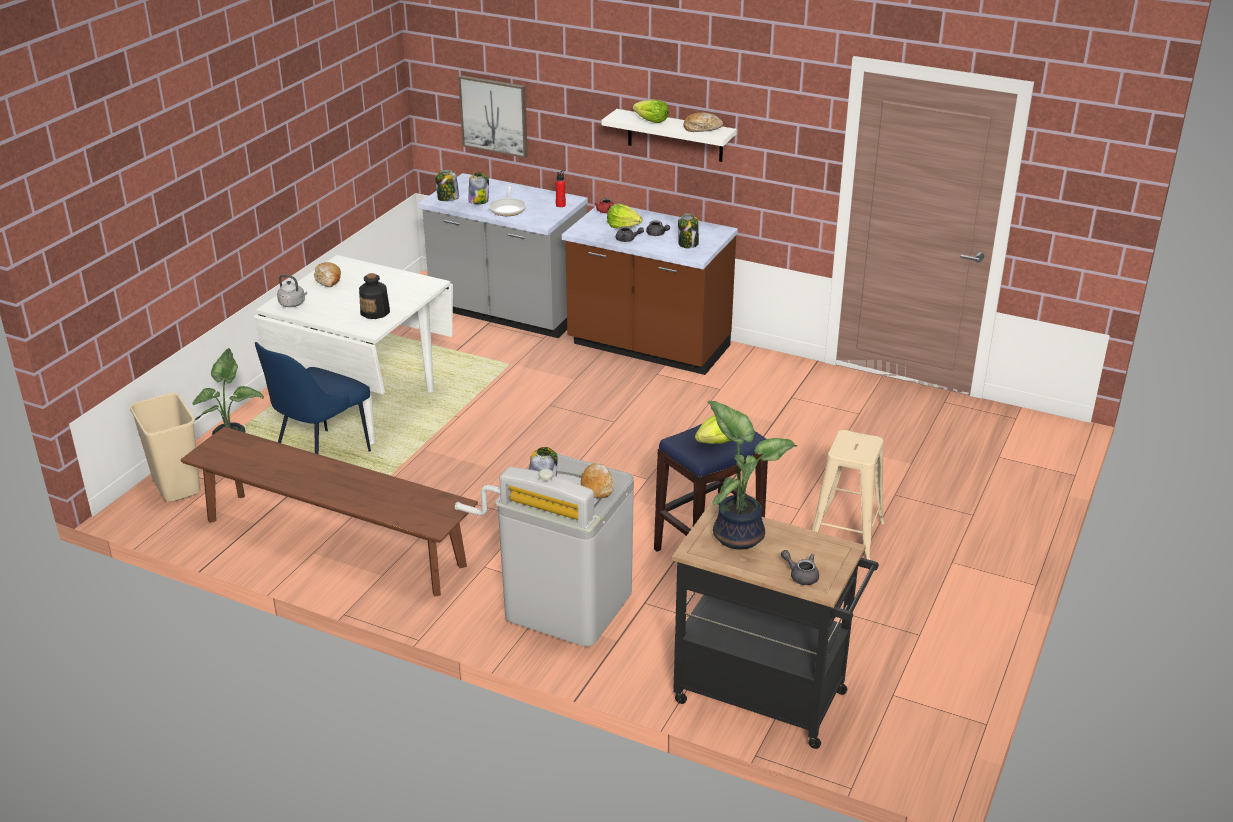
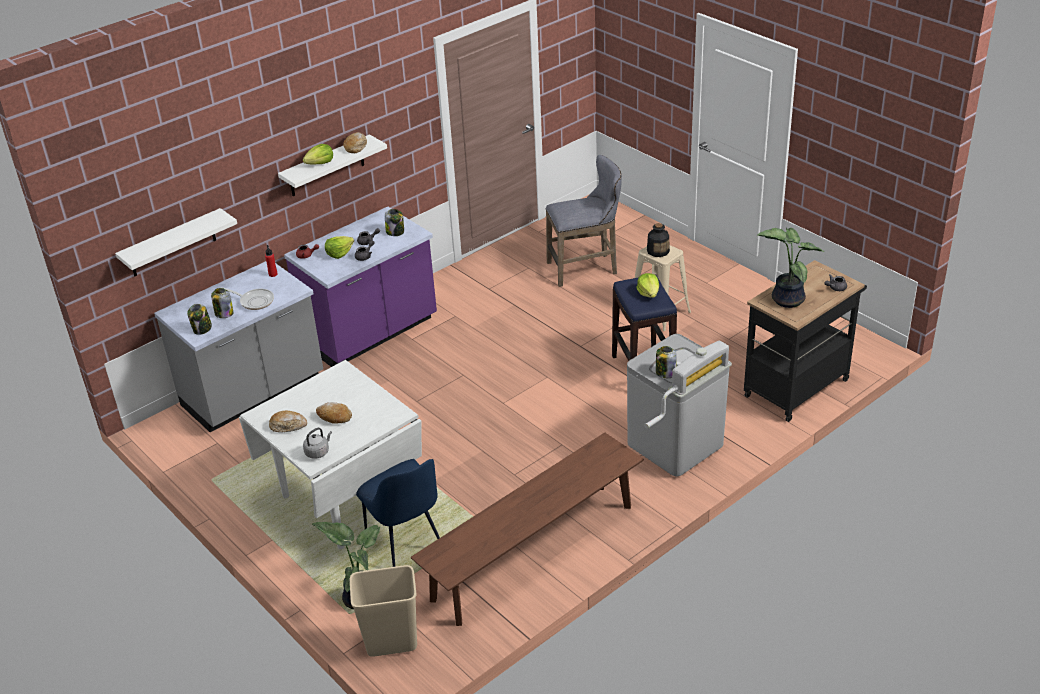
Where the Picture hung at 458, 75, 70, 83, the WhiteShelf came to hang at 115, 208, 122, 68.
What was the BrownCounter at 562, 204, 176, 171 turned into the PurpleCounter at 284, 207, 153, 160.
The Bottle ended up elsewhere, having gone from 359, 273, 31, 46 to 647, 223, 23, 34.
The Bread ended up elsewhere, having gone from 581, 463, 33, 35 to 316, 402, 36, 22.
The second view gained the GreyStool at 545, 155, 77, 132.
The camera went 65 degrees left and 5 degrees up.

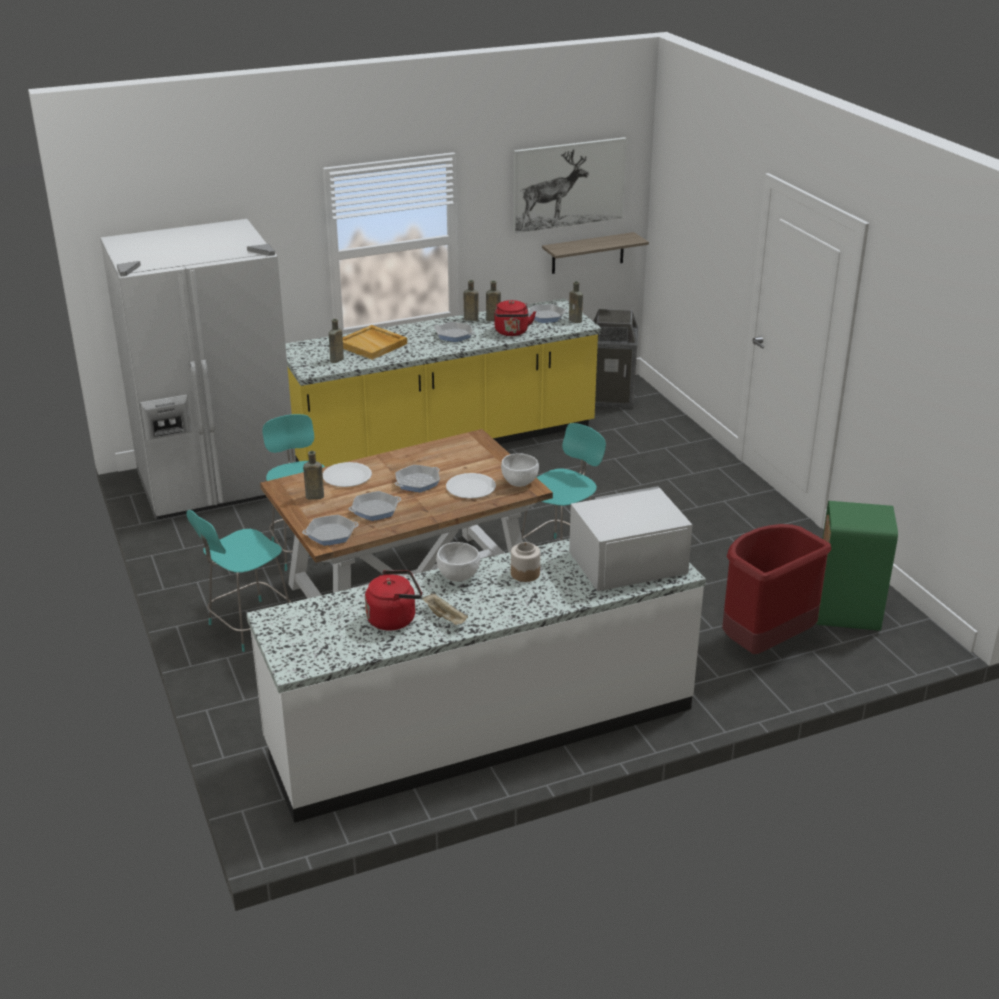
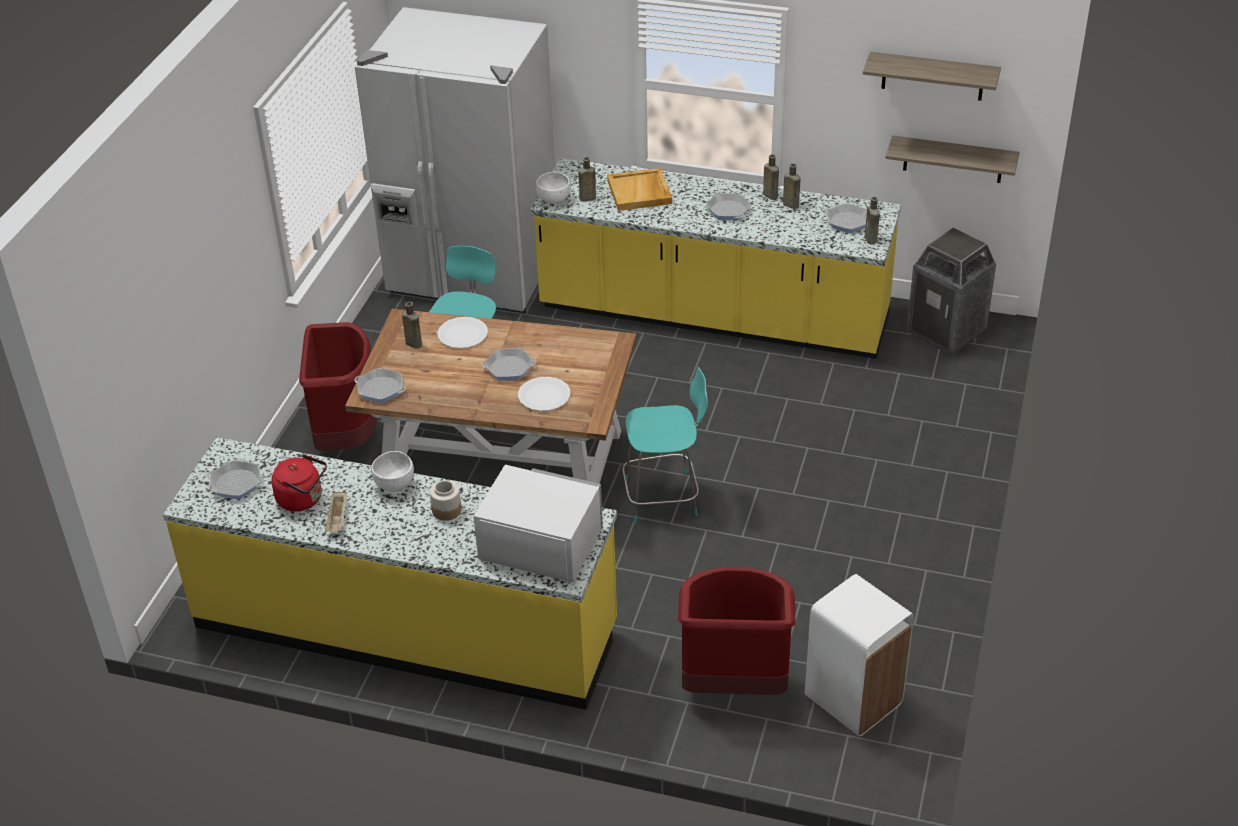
Where the Picture hung at 513, 137, 114, 96, the Shelf came to hang at 863, 52, 138, 49.
The second view lost the RedKettle at 495, 300, 41, 36.
The WhiteBowl ended up elsewhere, having gone from 501, 454, 38, 33 to 536, 172, 35, 32.
The FryingPan ended up elsewhere, having gone from 349, 491, 52, 30 to 207, 460, 57, 39.
What was the GreenTrashCan at 816, 501, 82, 130 turned into the WhiteTrashCan at 805, 574, 109, 163.
Where the TurquoiseChair stood at 186, 510, 105, 142, the RedTrashCan came to stand at 299, 322, 78, 129.
What was the WhiteCounter at 246, 539, 460, 284 turned into the YellowCounter at 163, 437, 454, 273.
The camera went 40 degrees right and 10 degrees up.

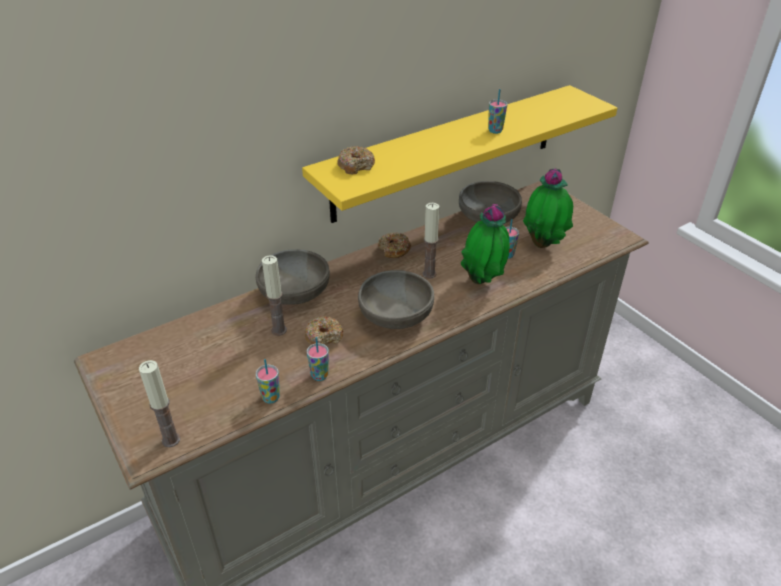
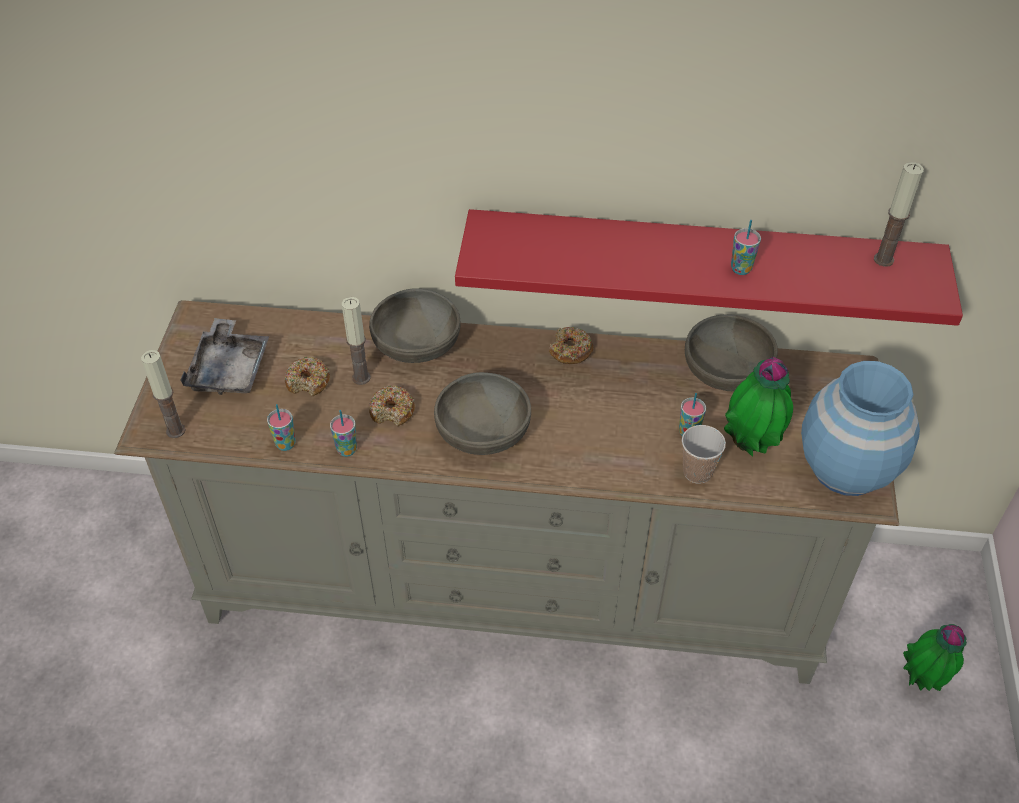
What was the YellowShelf at 302, 85, 316, 138 turned into the RedShelf at 455, 209, 508, 117.
The Donut ended up elsewhere, having gone from 337, 146, 38, 28 to 285, 357, 45, 39.
The Candle ended up elsewhere, having gone from 423, 203, 17, 76 to 874, 162, 50, 105.
The PottedPlant ended up elsewhere, having gone from 461, 204, 49, 80 to 903, 624, 64, 67.
The second view gained the GreyTray at 181, 318, 88, 77.
The second view gained the BlueVase at 801, 361, 119, 135.
The second view gained the Cup at 682, 425, 44, 59.
The camera went 40 degrees right and 10 degrees up.

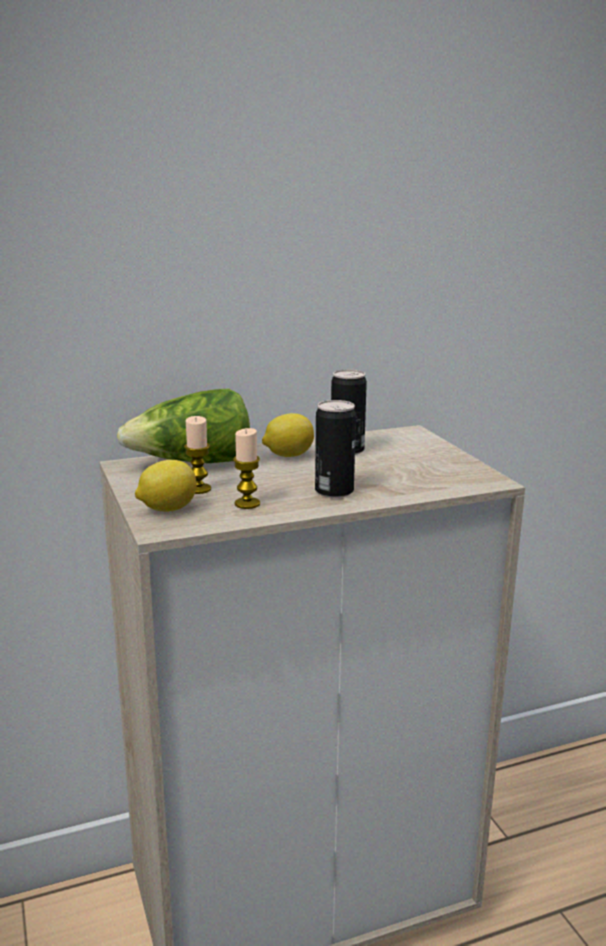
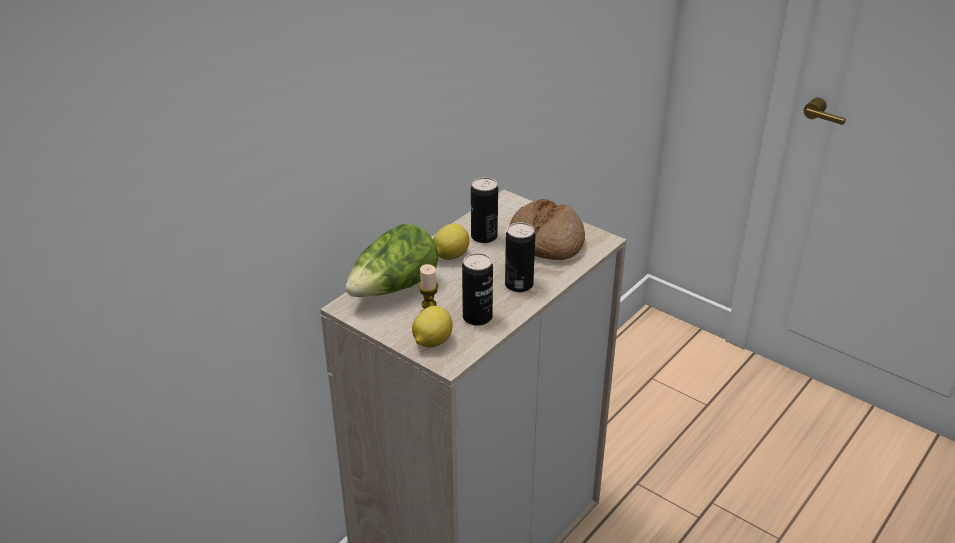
Where the Candle stood at 233, 428, 27, 81, the Can came to stand at 462, 253, 31, 73.
The second view gained the Bread at 509, 199, 76, 61.
The camera went 30 degrees left and 15 degrees up.

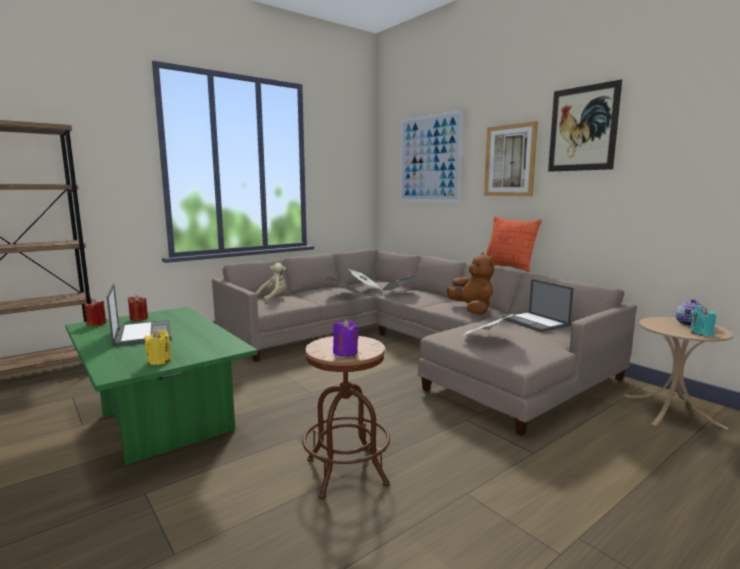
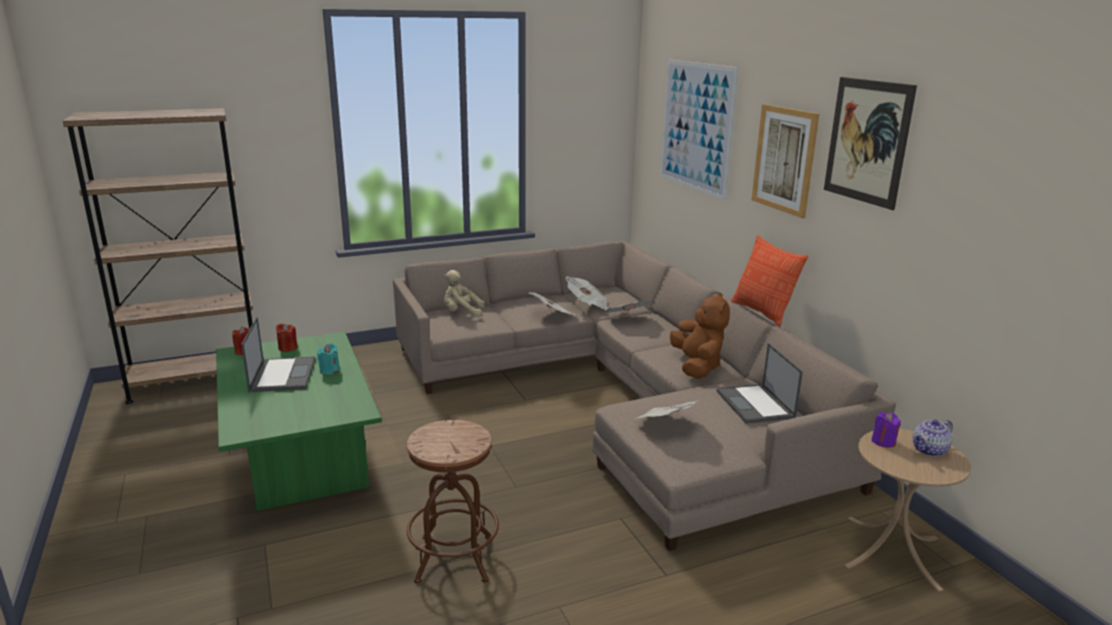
The BeigePlushToy at 255, 263, 32, 40 ended up facing another way, 150 degrees counterclockwise from before.
The TurquoiseCandle ended up elsewhere, having gone from 690, 307, 26, 29 to 317, 343, 23, 32.
The PurpleCandle ended up elsewhere, having gone from 333, 319, 26, 38 to 872, 412, 29, 36.
The second view lost the YellowCandle at 145, 329, 26, 36.
The camera went 15 degrees right and 10 degrees up.

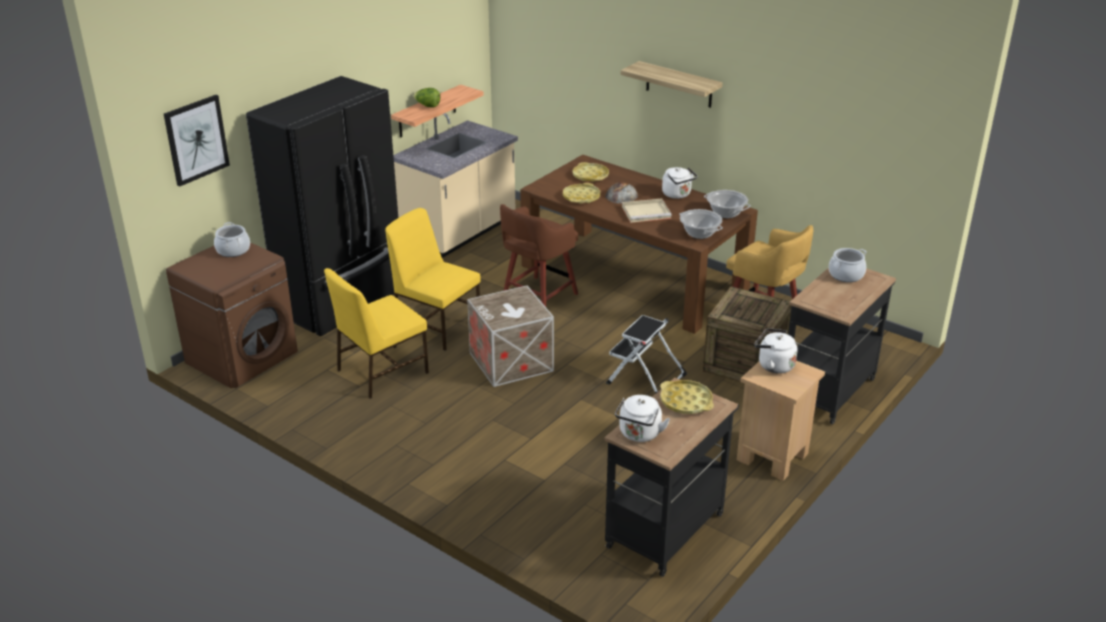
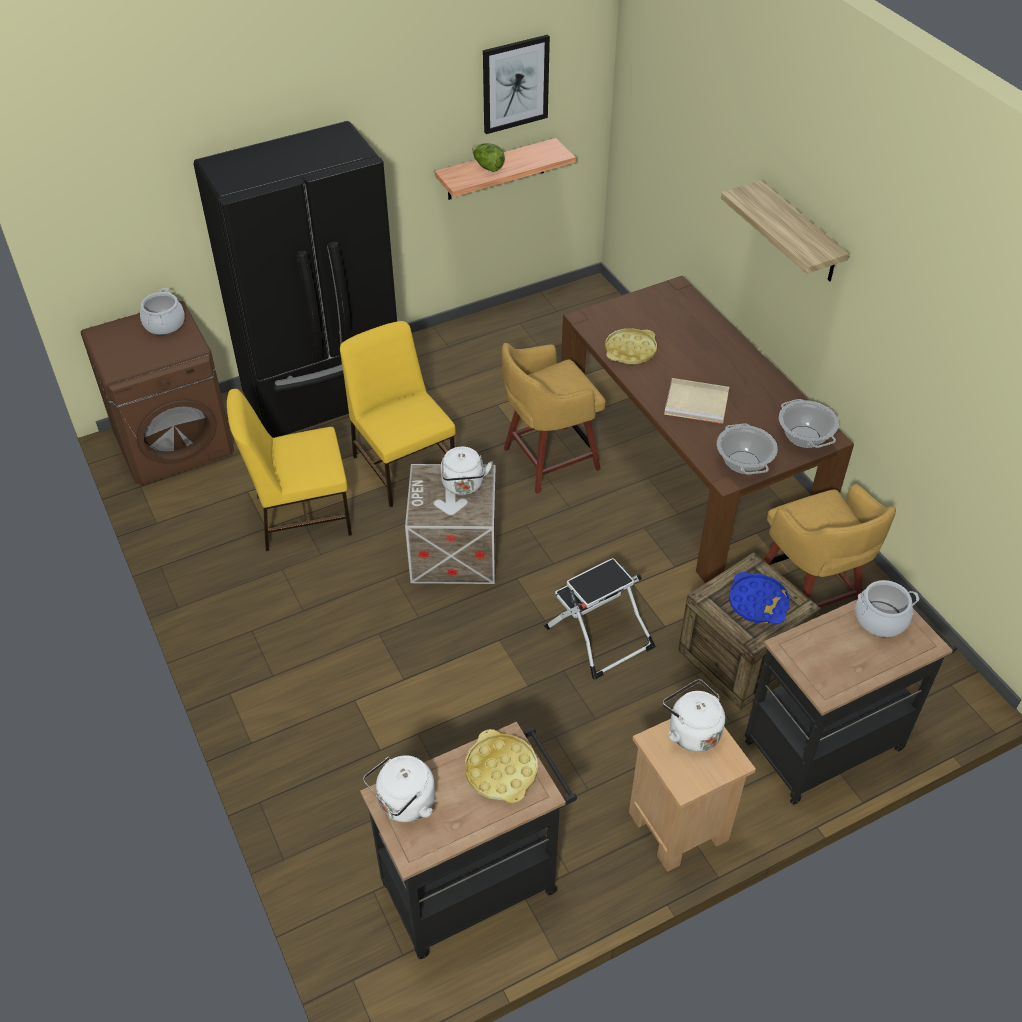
The Picture ended up elsewhere, having gone from 164, 95, 66, 92 to 483, 35, 67, 99.
The second view lost the BeigeCounter at 393, 113, 125, 145.
The second view lost the YellowTray at 573, 162, 36, 20.
The WhiteKettle ended up elsewhere, having gone from 662, 167, 36, 32 to 441, 447, 52, 48.
The second view lost the Bread at 605, 182, 33, 22.
What was the BrownStool at 500, 204, 78, 103 turned into the YellowStool at 502, 343, 104, 151.
The second view gained the BlueTray at 729, 572, 61, 52.
The camera went 25 degrees right and 15 degrees up.

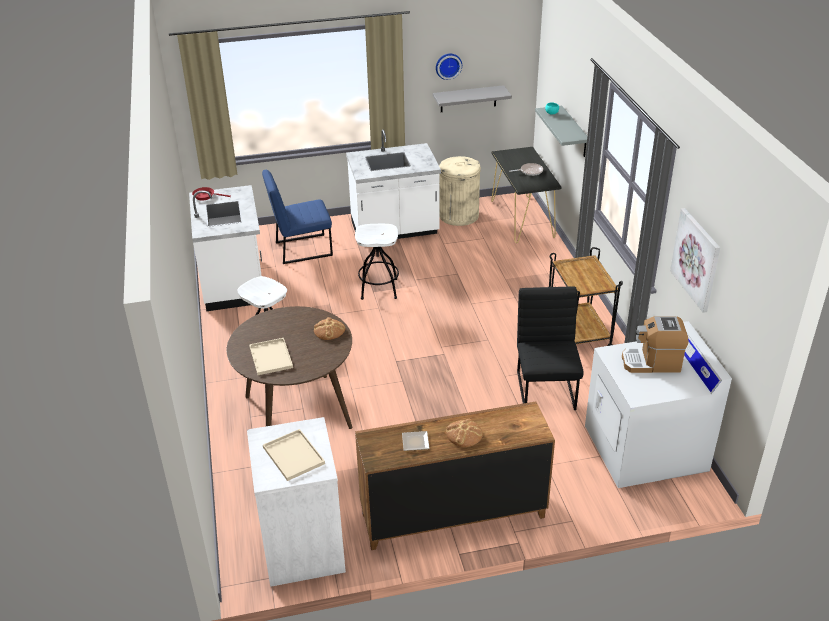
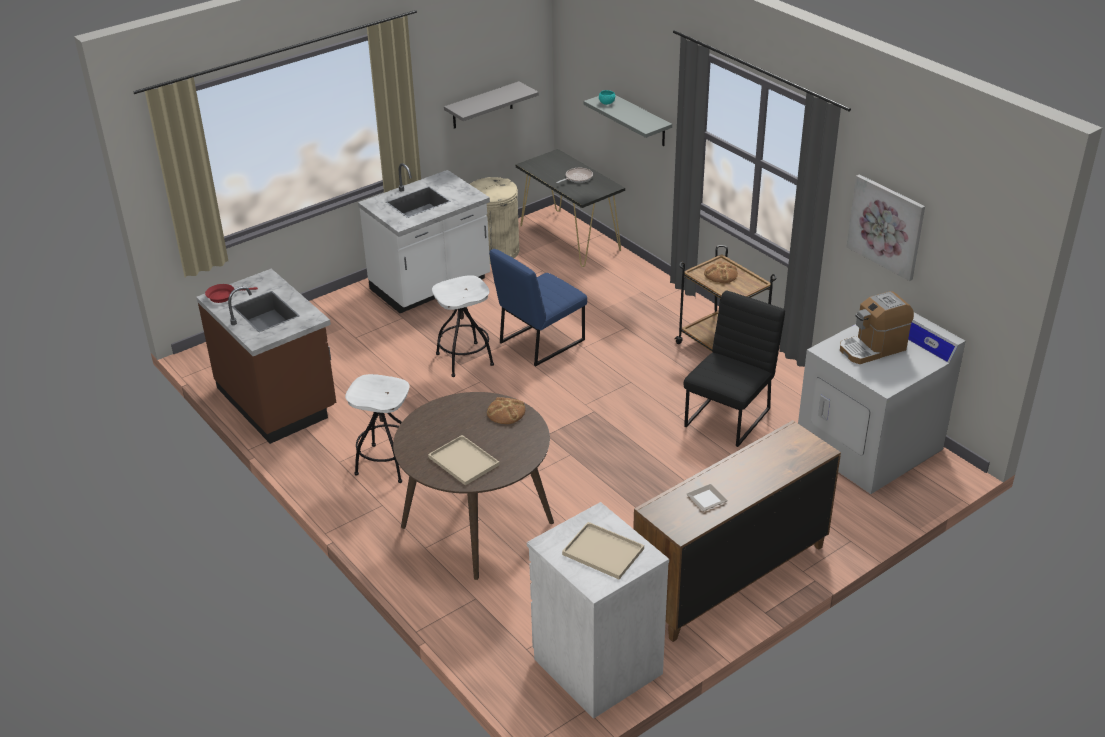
The second view lost the WallClock at 436, 54, 26, 26.
The BlueChair ended up elsewhere, having gone from 262, 169, 71, 95 to 489, 249, 98, 117.
What was the WhiteCounter at 189, 185, 73, 126 turned into the BrownCounter at 196, 269, 140, 175.
The BlackChair at 517, 286, 67, 124 ended up facing another way, 60 degrees clockwise from before.
The Bread ended up elsewhere, having gone from 446, 419, 37, 28 to 704, 261, 34, 22.
The camera went 25 degrees left and 0 degrees up.

